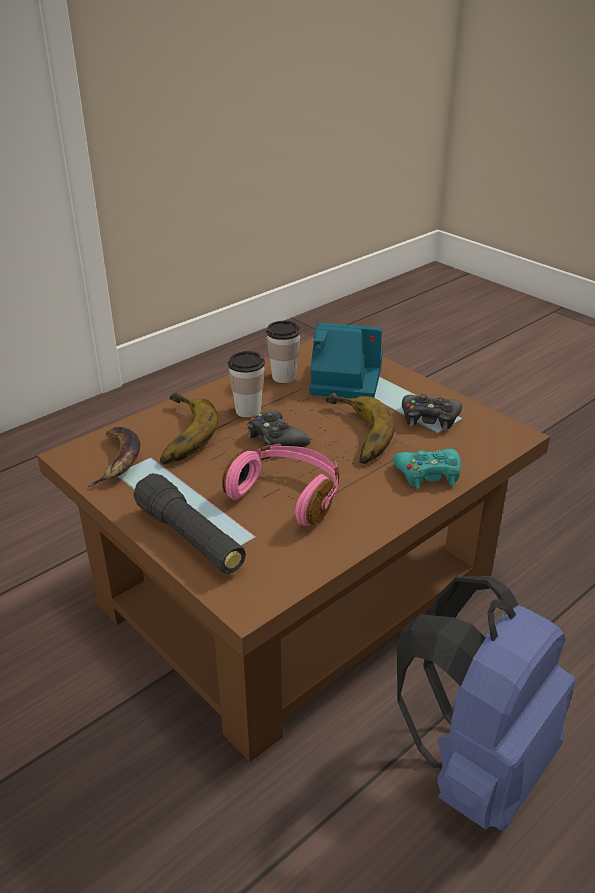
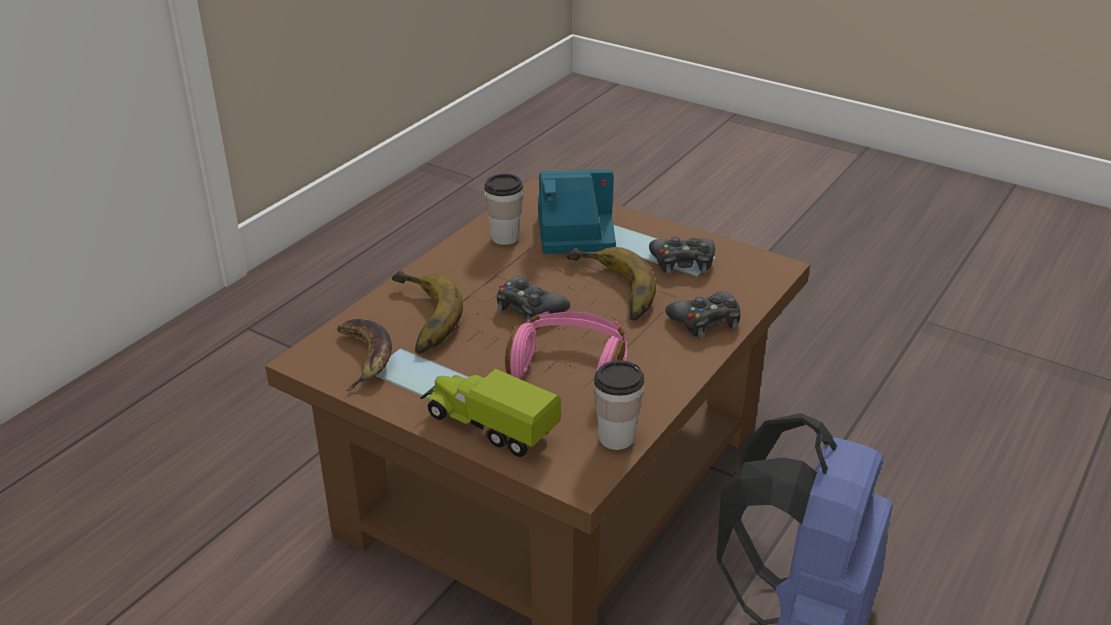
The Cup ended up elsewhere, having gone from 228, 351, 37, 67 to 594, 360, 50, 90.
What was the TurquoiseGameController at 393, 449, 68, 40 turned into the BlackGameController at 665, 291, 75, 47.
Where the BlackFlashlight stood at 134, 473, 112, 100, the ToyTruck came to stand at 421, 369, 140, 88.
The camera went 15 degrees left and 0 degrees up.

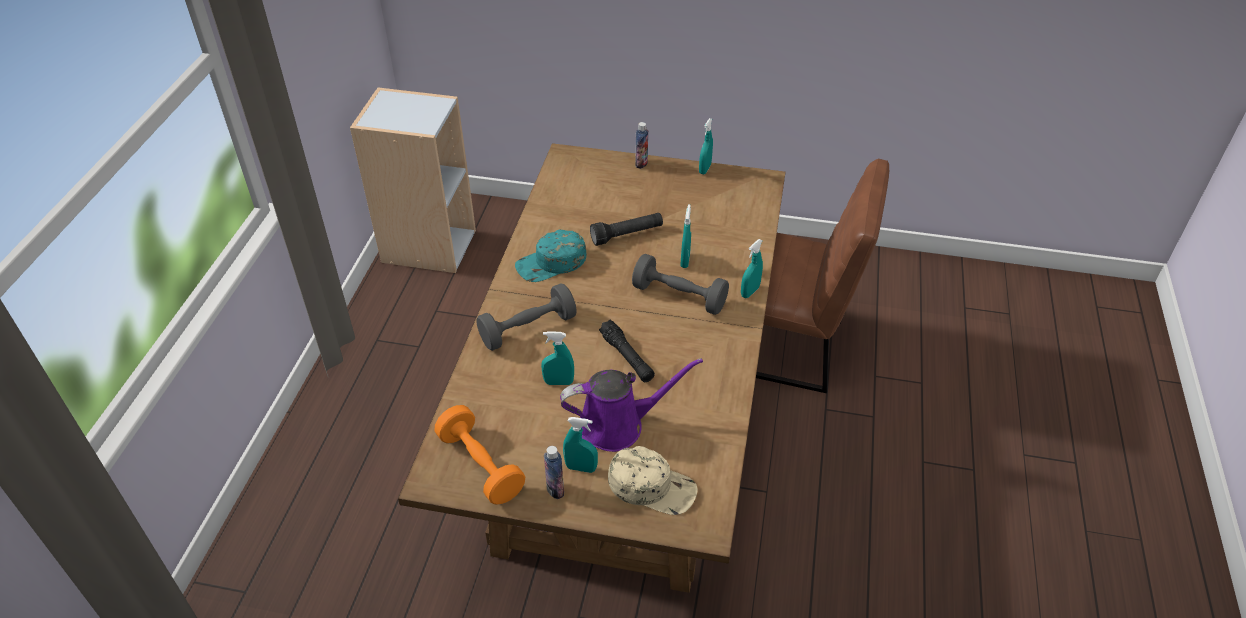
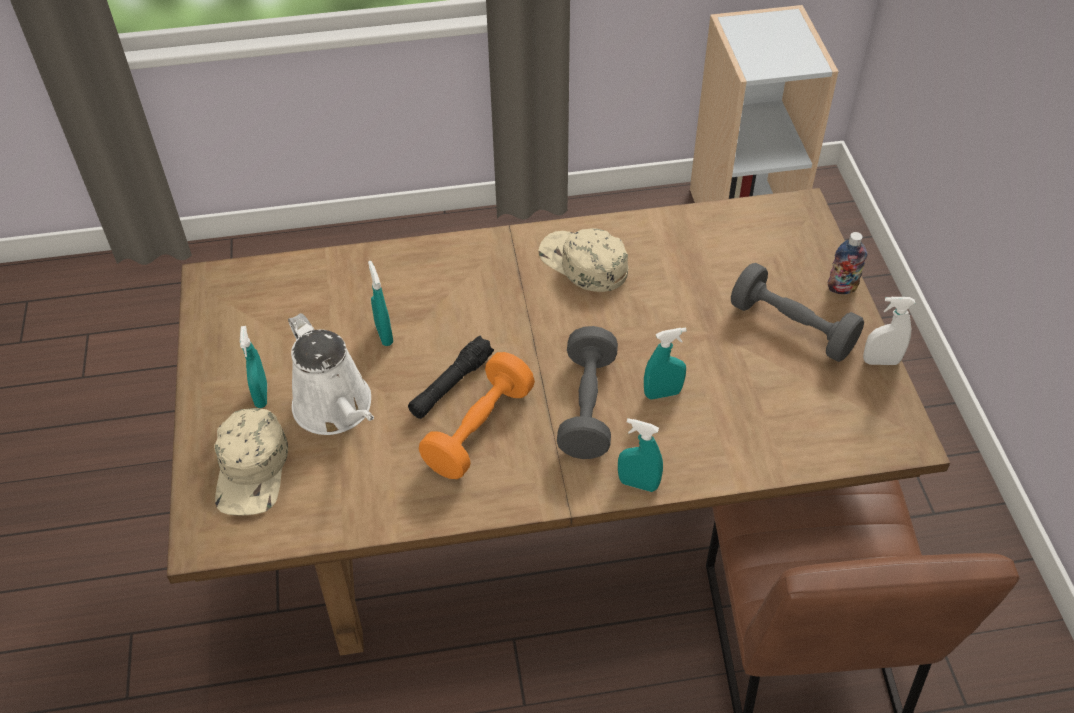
What was the TurquoiseSprayBottle at 699, 118, 14, 56 turned into the WhiteSprayBottle at 863, 297, 52, 68.
The second view lost the BlackFlashlight at 590, 213, 73, 33.
What was the TurquoiseCap at 515, 230, 71, 52 turned into the BeigeCap at 538, 228, 90, 64.
The GreyDumbbell ended up elsewhere, having gone from 476, 283, 101, 68 to 731, 263, 133, 99.
What was the PurpleWateringCan at 560, 358, 143, 94 turned into the WhiteWateringCan at 288, 313, 86, 122.
The OrangeDumbbell ended up elsewhere, having gone from 435, 405, 90, 100 to 419, 352, 116, 127.
The second view lost the Bottle at 544, 446, 20, 53.
The camera went 70 degrees right and 5 degrees up.

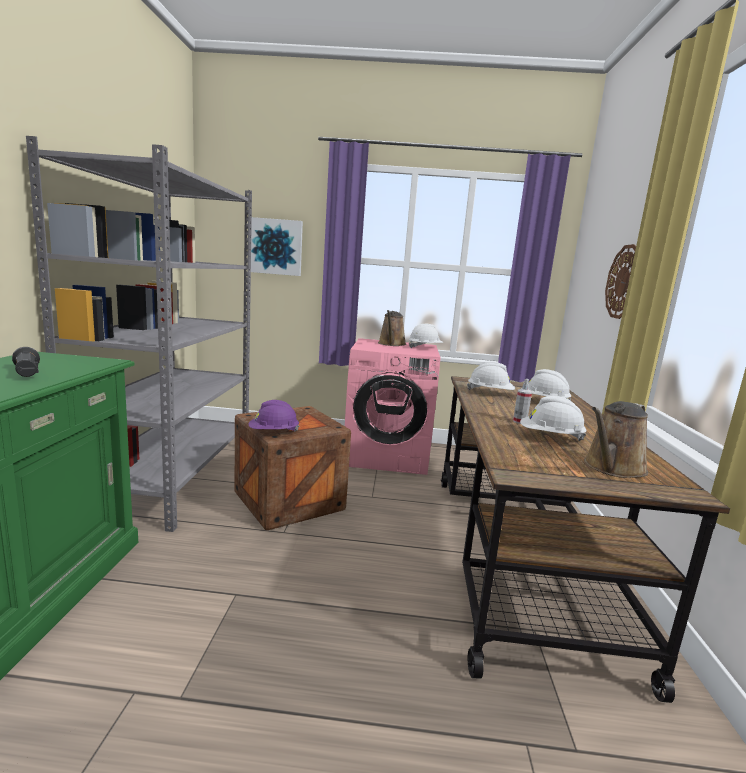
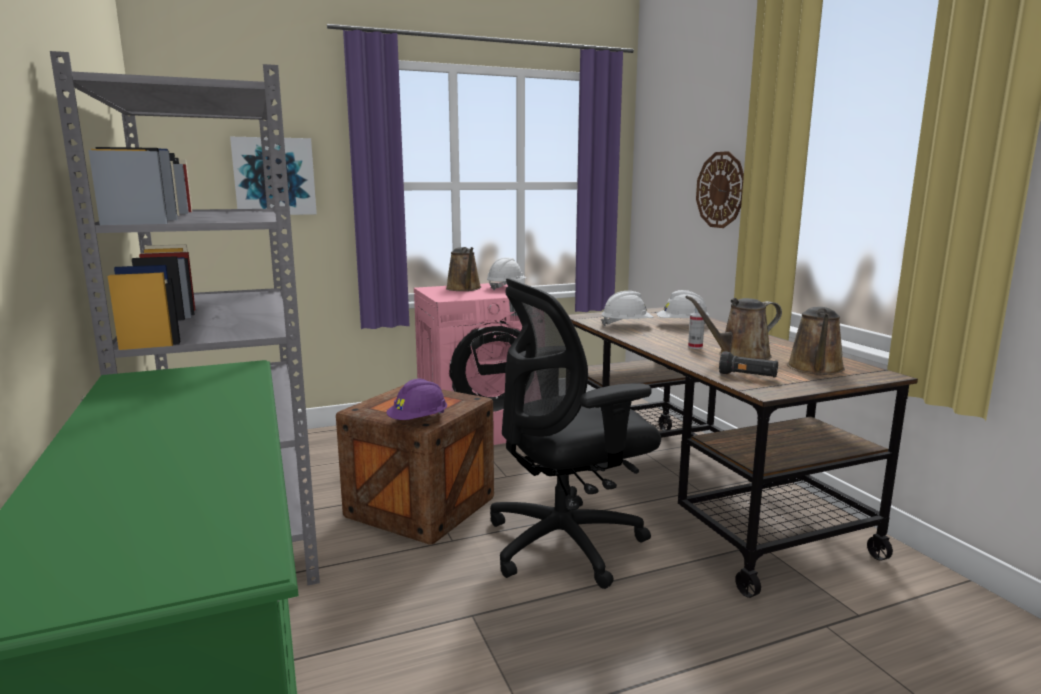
The BlackFlashlight ended up elsewhere, having gone from 12, 347, 28, 30 to 719, 351, 59, 26.
Where the WhiteHardHat stood at 520, 396, 67, 45, the BrownWateringCan came to stand at 685, 296, 97, 64.
The second view gained the BlackOfficeChair at 490, 278, 171, 311.
The camera went 25 degrees left and 0 degrees up.

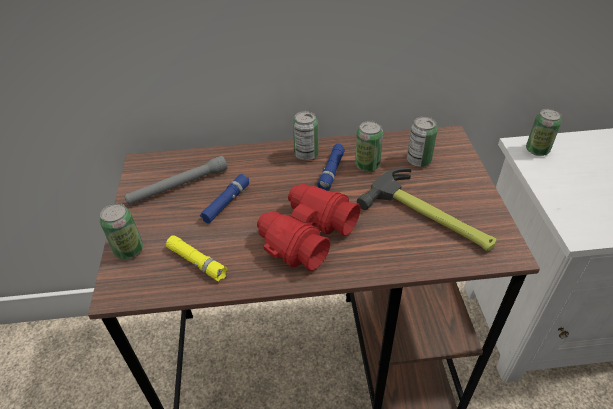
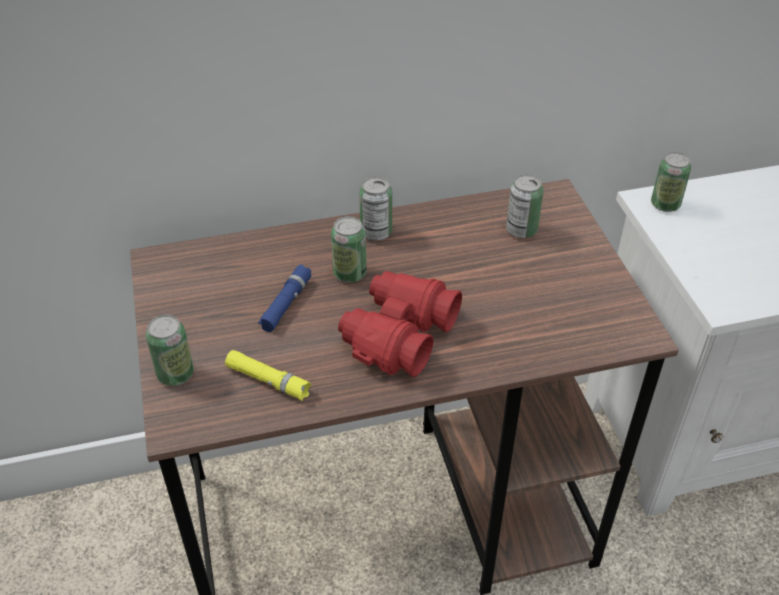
The Can ended up elsewhere, having gone from 355, 121, 28, 50 to 331, 216, 36, 67.
The second view lost the BlueFlashlight at 317, 144, 28, 47.
The second view lost the GreyFlashlight at 124, 156, 104, 49.
The second view lost the Hammer at 357, 168, 140, 83.
The camera went 10 degrees left and 0 degrees up.

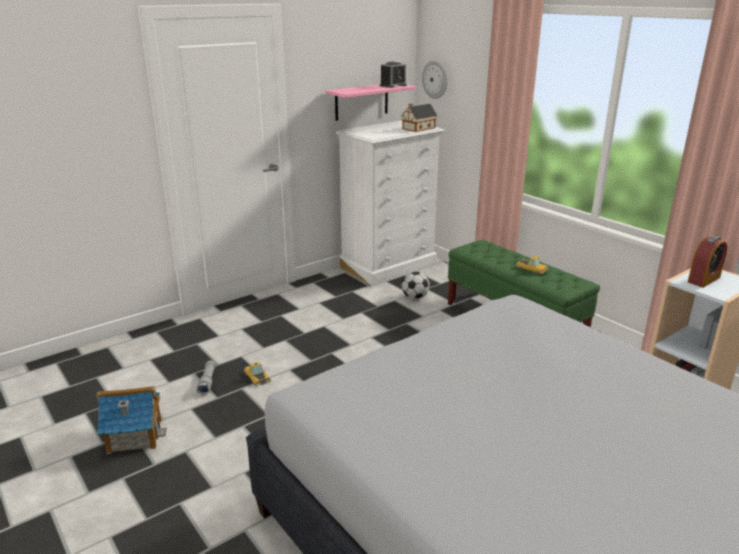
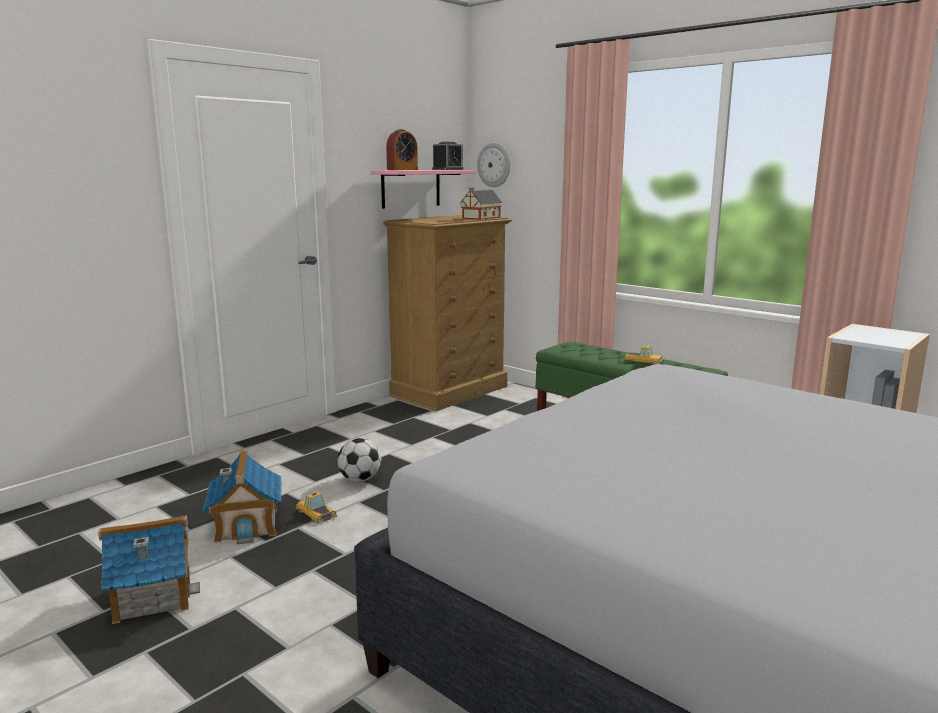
What was the WhiteDresser at 336, 120, 109, 167 turned into the BrownDresser at 383, 215, 129, 196.
The AlarmClock ended up elsewhere, having gone from 688, 235, 39, 52 to 386, 129, 32, 41.
The Football ended up elsewhere, having gone from 402, 271, 28, 28 to 338, 438, 43, 44.
Where the GreyFlashlight stood at 197, 361, 19, 35, the ToyHouse came to stand at 203, 450, 79, 94.
The camera went 10 degrees left and 10 degrees down.

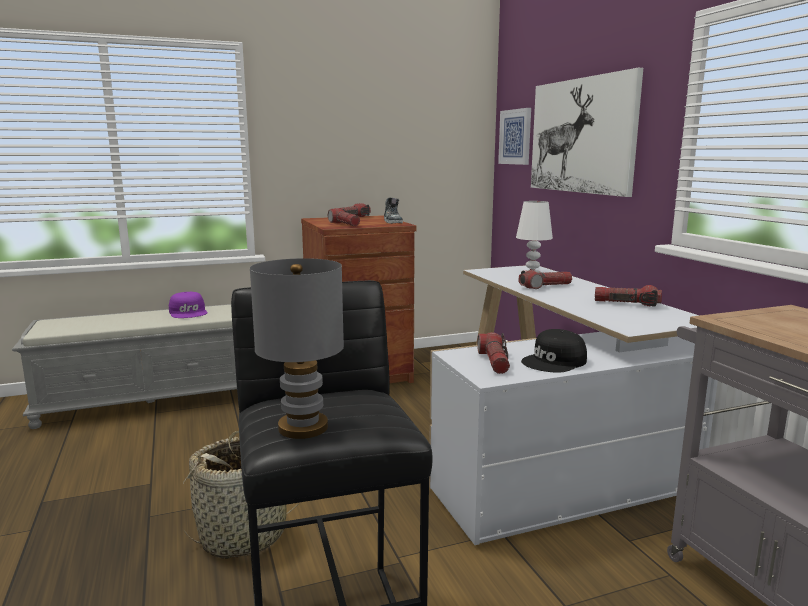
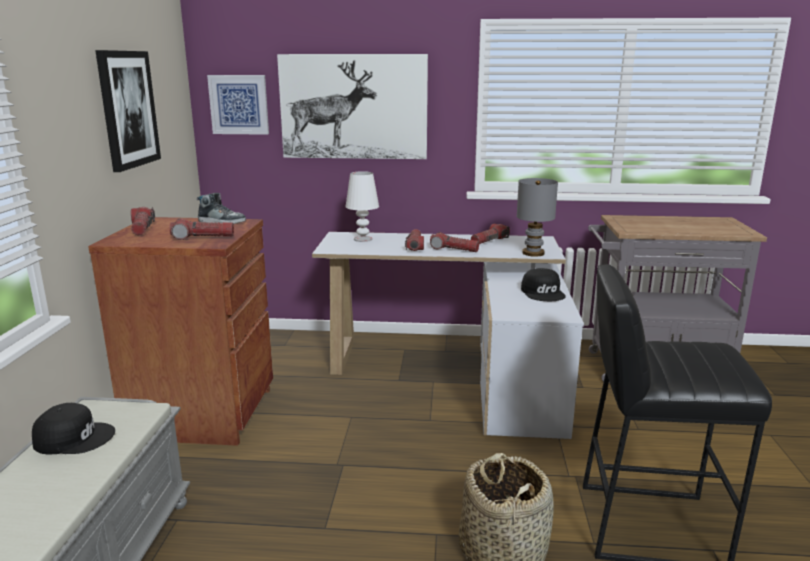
The GreyTableLamp ended up elsewhere, having gone from 250, 258, 94, 181 to 517, 178, 41, 79.
What was the PurpleCap at 169, 292, 39, 26 turned into the BlackCap at 32, 403, 83, 52.
The Flashlight ended up elsewhere, having gone from 477, 332, 33, 42 to 430, 232, 49, 20.
The second view gained the Picture at 95, 50, 66, 122.
The camera went 65 degrees left and 5 degrees up.

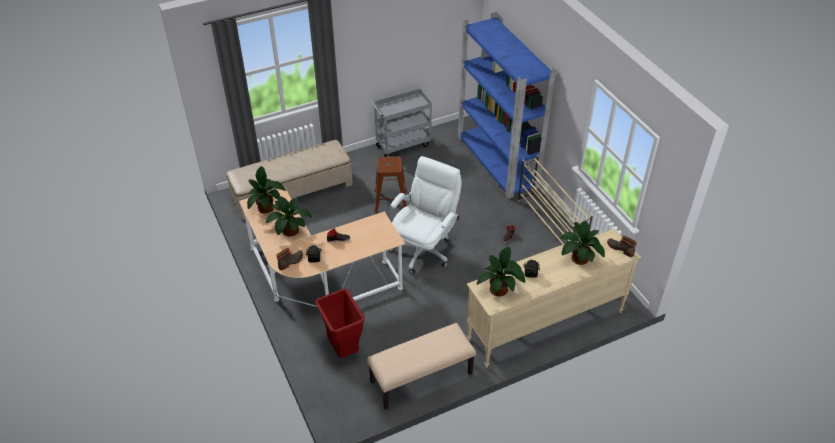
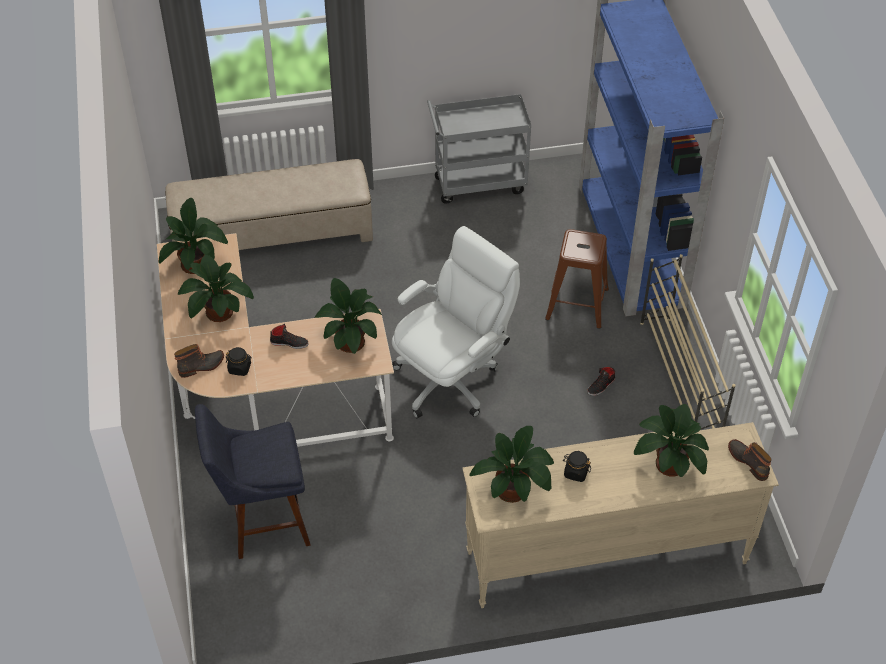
The BrownStool ended up elsewhere, having gone from 375, 156, 32, 57 to 545, 229, 64, 100.
Where the RedTrashCan stood at 315, 289, 49, 69, the BlueStool came to stand at 195, 404, 116, 155.
The second view lost the BeigeBench at 367, 323, 109, 87.
The second view gained the PottedPlant at 314, 278, 68, 76.
The camera went 15 degrees right and 5 degrees up.

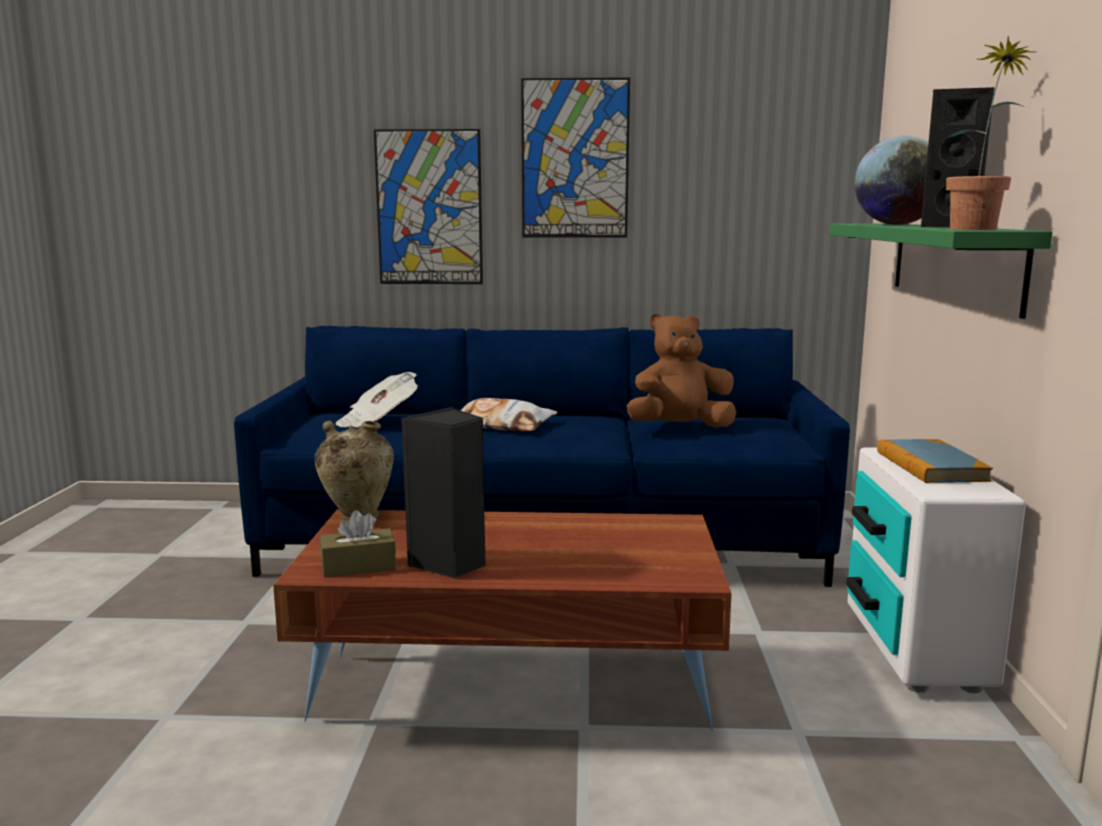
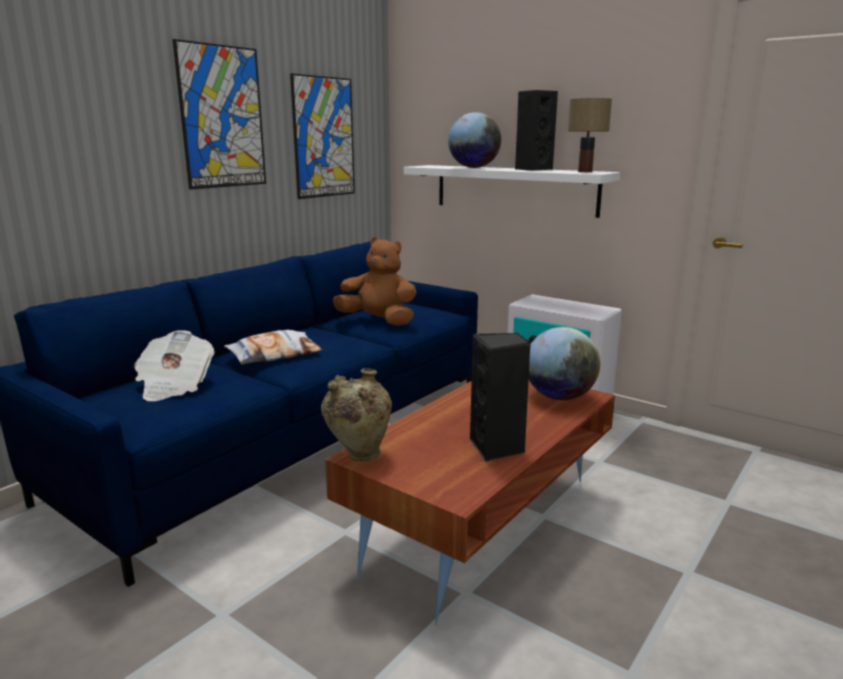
Where the PottedPlant stood at 946, 36, 88, 194, the TableLamp came to stand at 568, 98, 44, 74.
The Picture ended up elsewhere, having gone from 374, 129, 109, 155 to 290, 73, 65, 126.
What was the GreenShelf at 829, 223, 223, 96 turned into the WhiteShelf at 404, 165, 216, 53.
The BrownPlushToy at 627, 313, 109, 115 ended up facing another way, 90 degrees clockwise from before.
The second view lost the Book at 877, 439, 116, 44.
The second view lost the BrownTissueBox at 320, 510, 76, 68.
The second view gained the Globe at 529, 327, 71, 73.
The camera went 55 degrees left and 5 degrees up.

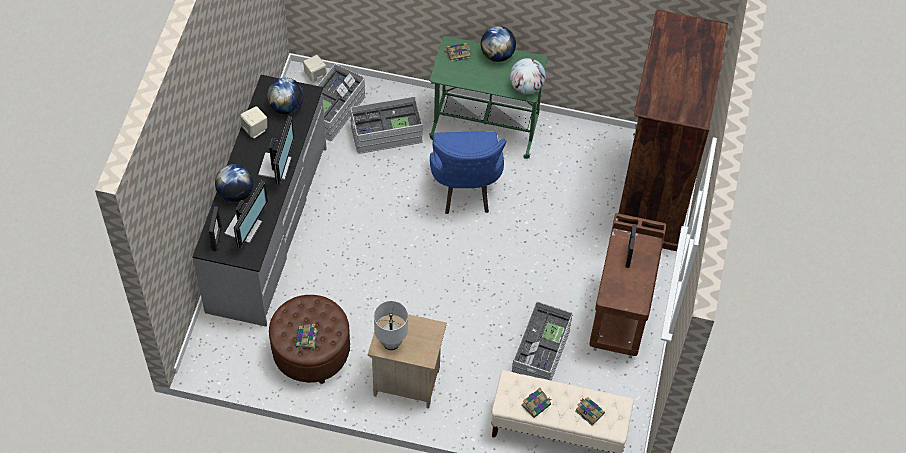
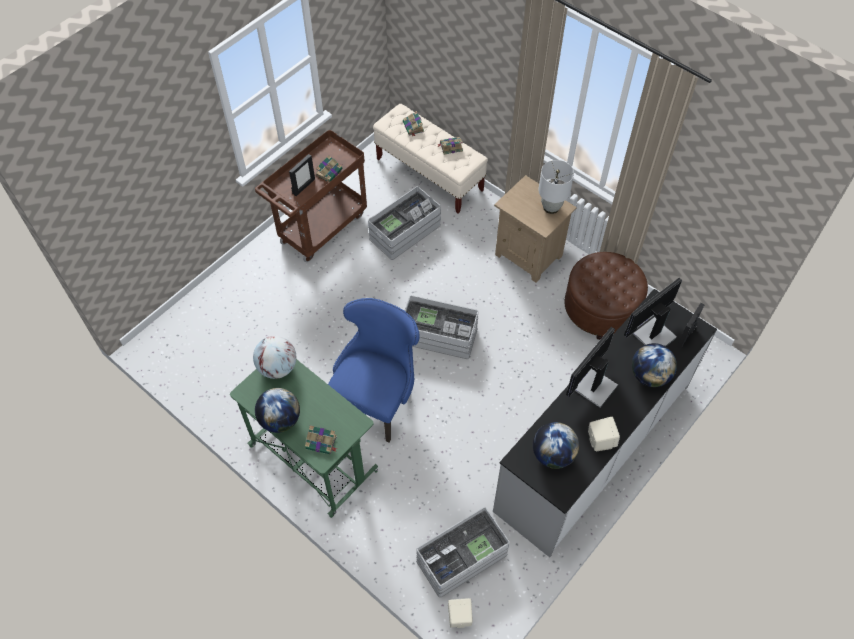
The second view lost the BrownWardrobe at 617, 10, 112, 241.
The GreyStorageBox ended up elsewhere, having gone from 350, 96, 73, 58 to 404, 295, 75, 64.
The Book ended up elsewhere, having gone from 295, 324, 23, 28 to 316, 155, 27, 27.
The camera went 150 degrees left and 0 degrees up.

